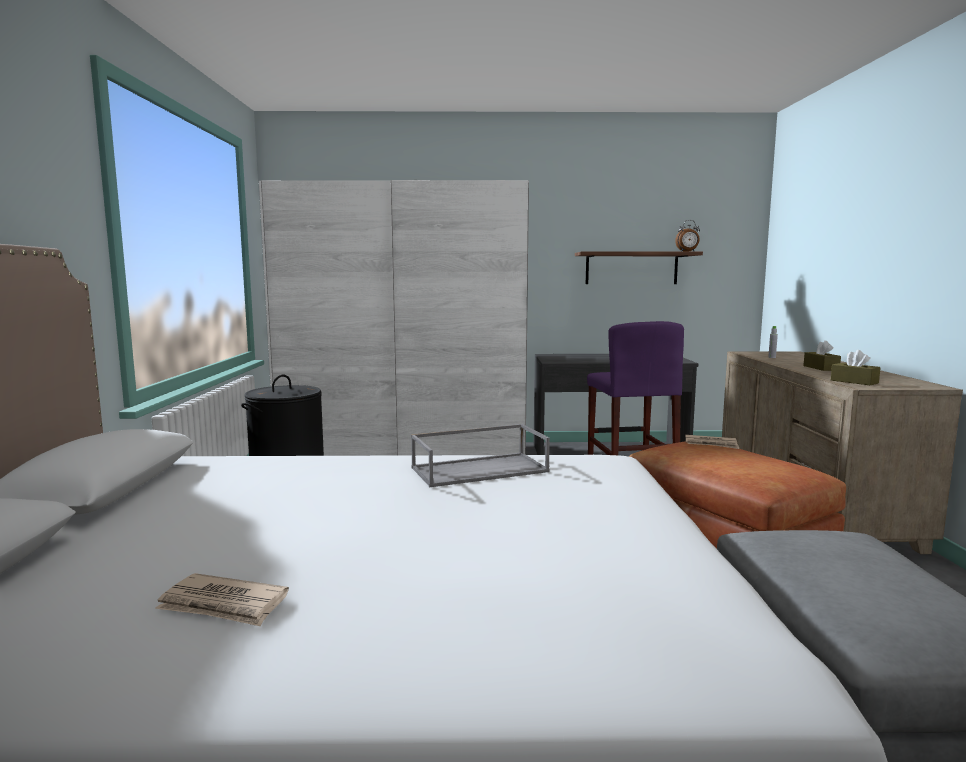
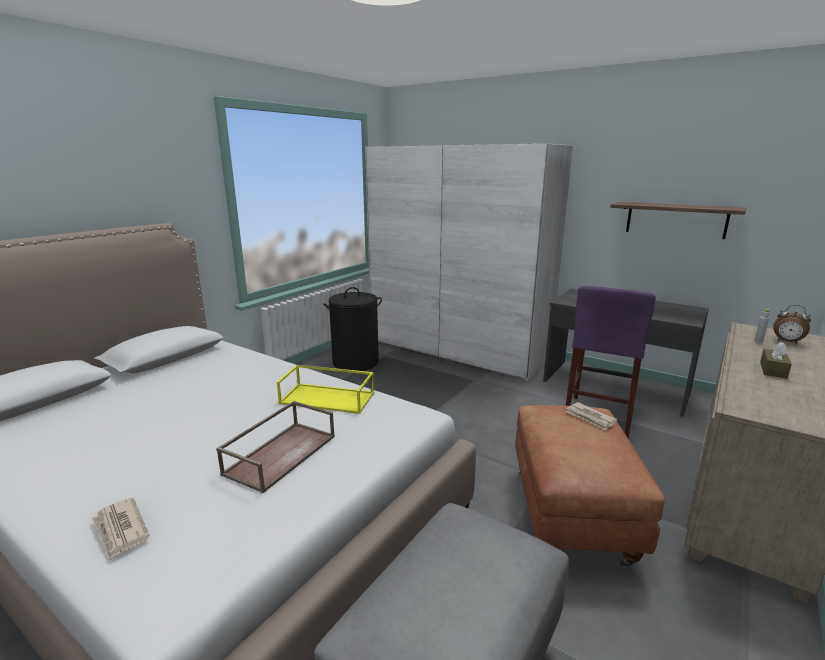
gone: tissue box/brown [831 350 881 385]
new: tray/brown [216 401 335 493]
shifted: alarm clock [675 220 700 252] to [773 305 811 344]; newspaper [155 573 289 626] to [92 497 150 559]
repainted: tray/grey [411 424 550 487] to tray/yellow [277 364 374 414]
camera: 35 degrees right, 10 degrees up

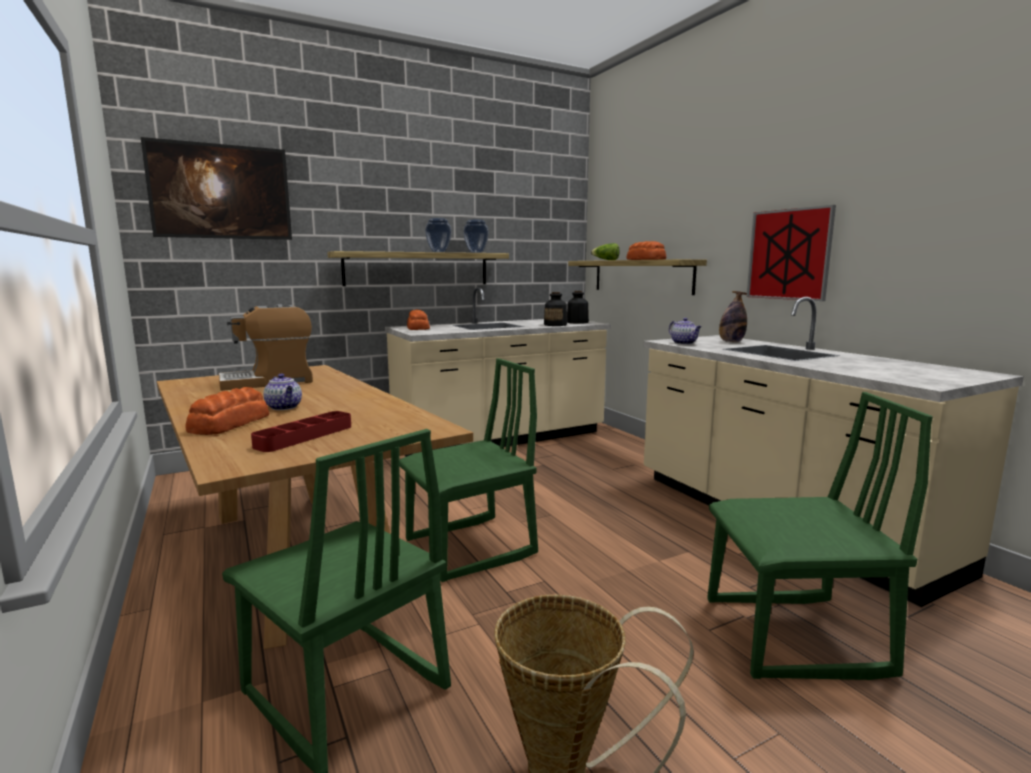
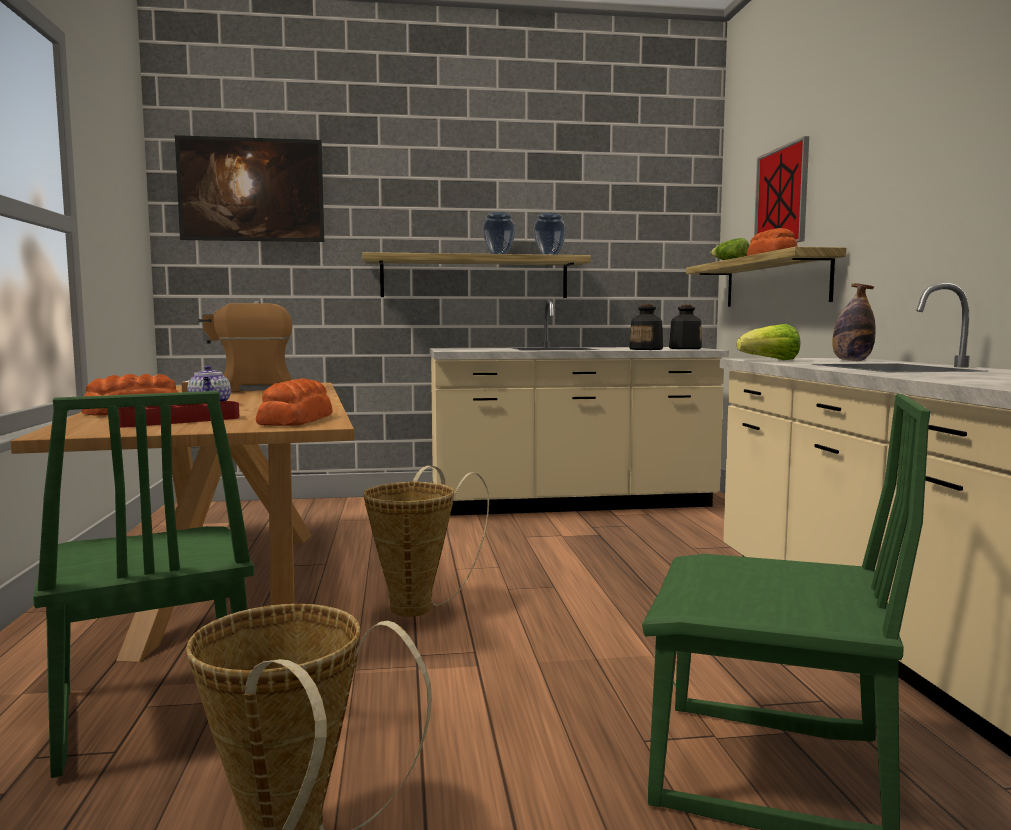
shifted: picture [746 205 836 301] to [754 136 809 242]; bread [407 310 430 330] to [256 378 333 426]
swapped: teapot [669 318 702 345] to lettuce [737 324 800 360]; chair/green [400 358 538 582] to basket [363 466 489 617]
camera: 20 degrees right, 5 degrees down

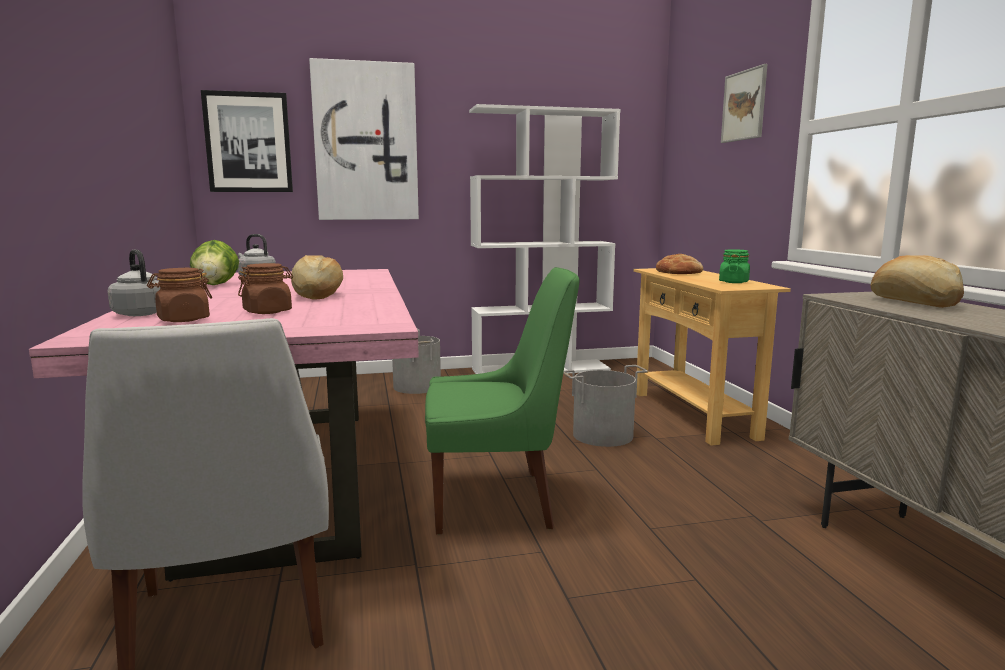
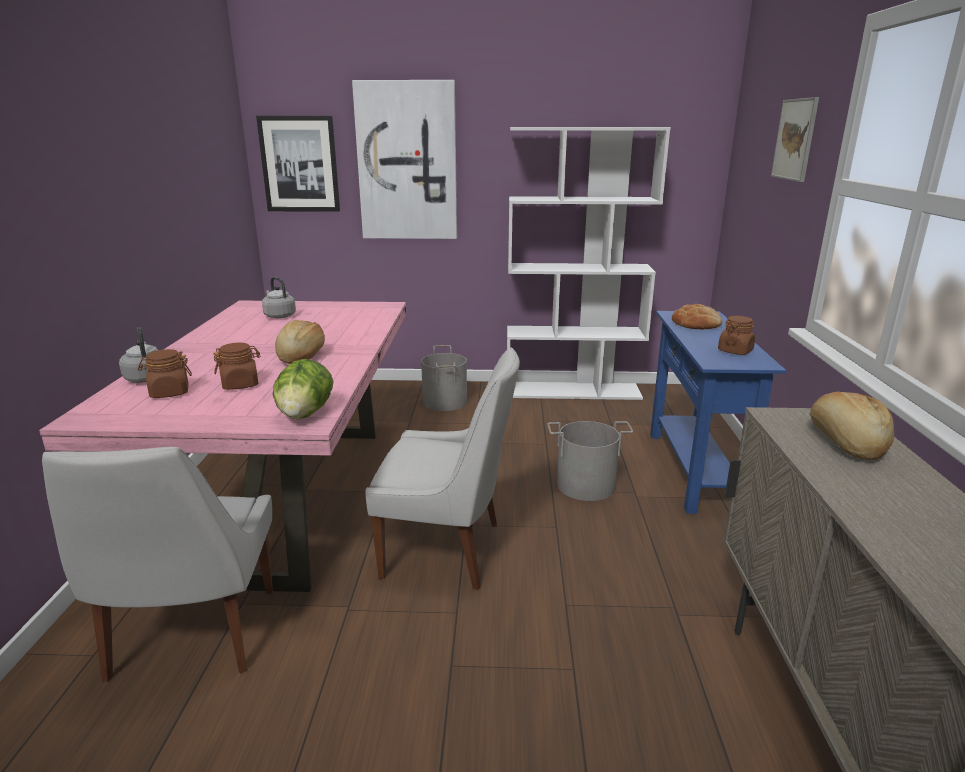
shifted: lettuce [190 240 239 285] to [273 359 334 419]
repainted: jar/green [719 249 750 283] to jar/brown [718 316 755 355]; chair/green [425 267 580 535] to chair/white [365 347 520 590]; console table/beige [633 268 791 446] to console table/blue [650 311 787 514]
camera: 15 degrees right, 10 degrees up

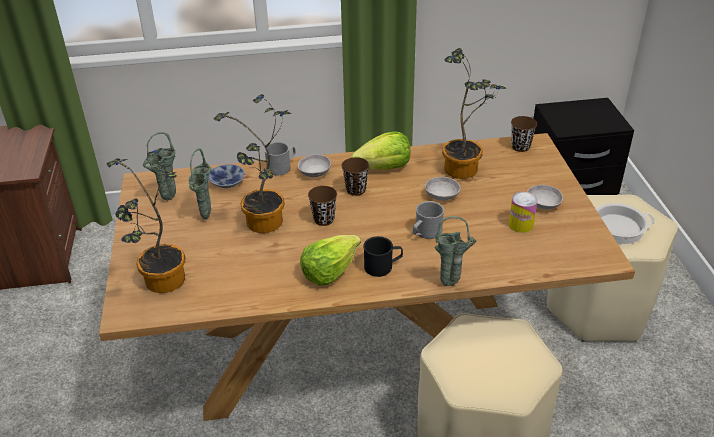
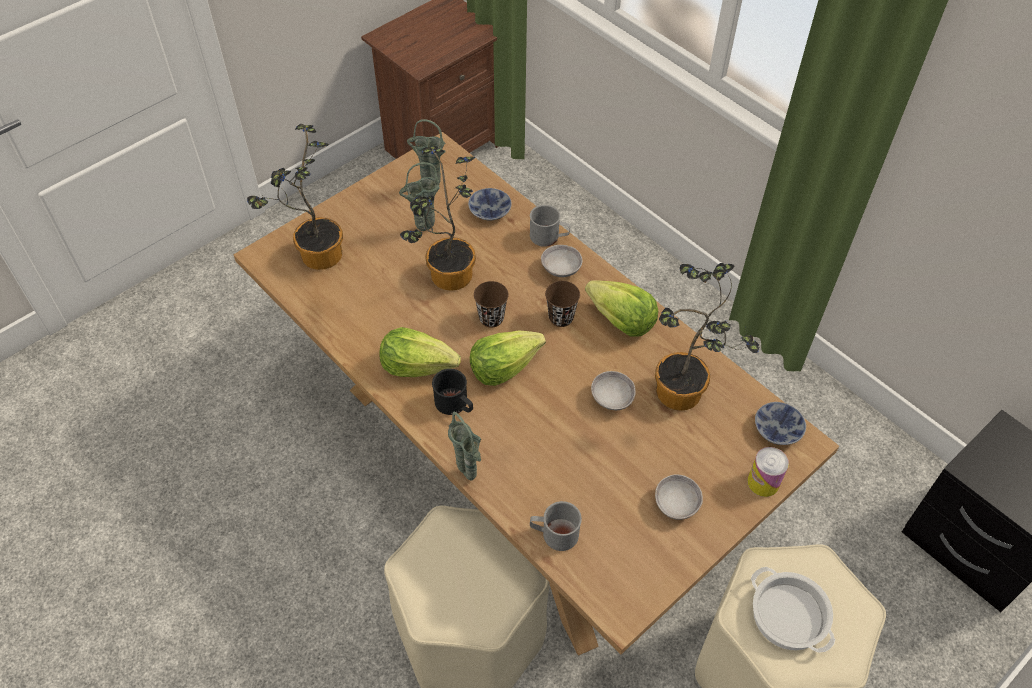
new: lettuce [470 330 546 386]
shifted: can [509 192 538 233] to [747 447 789 497]; mug/grey [413 201 444 239] to [530 501 582 551]
swapped: cup/brown [511 116 537 152] to bowl [755 402 806 445]
camera: 55 degrees right, 15 degrees up

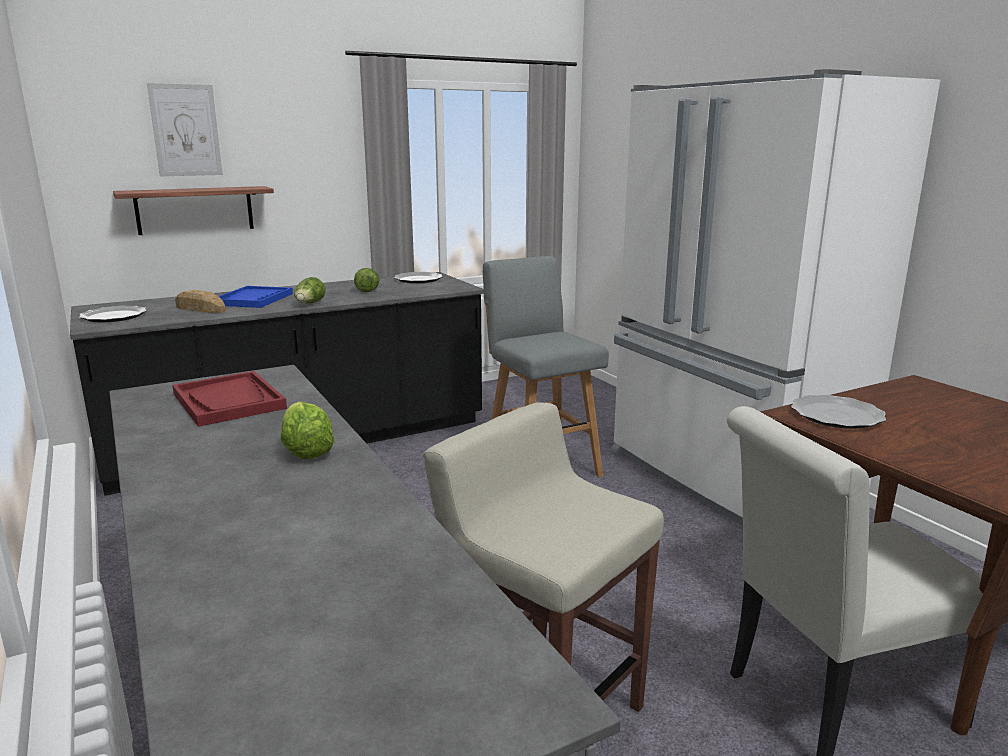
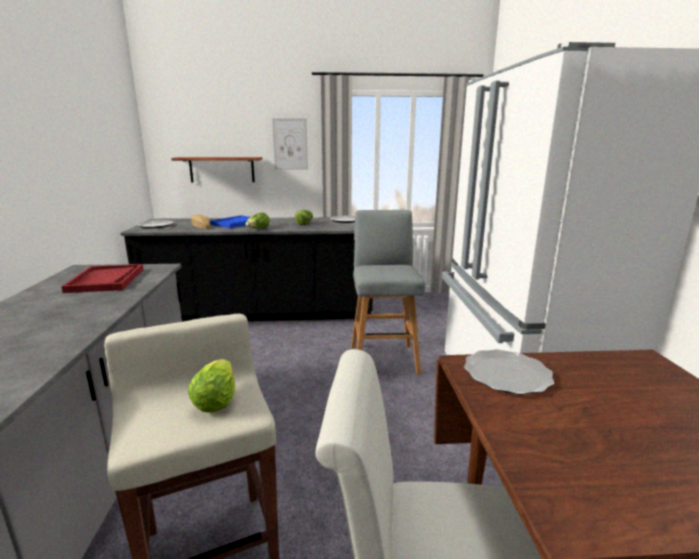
shifted: picture [147 83 223 176] to [272 118 308 170]; lettuce [281 402 335 459] to [188 359 235 413]
camera: 25 degrees right, 0 degrees up

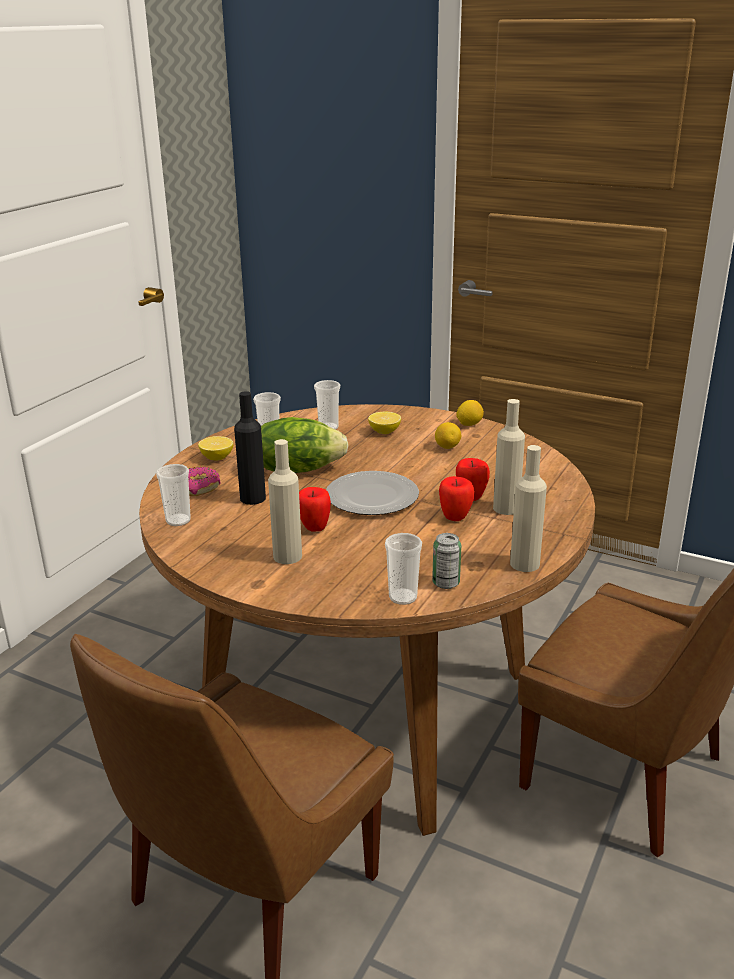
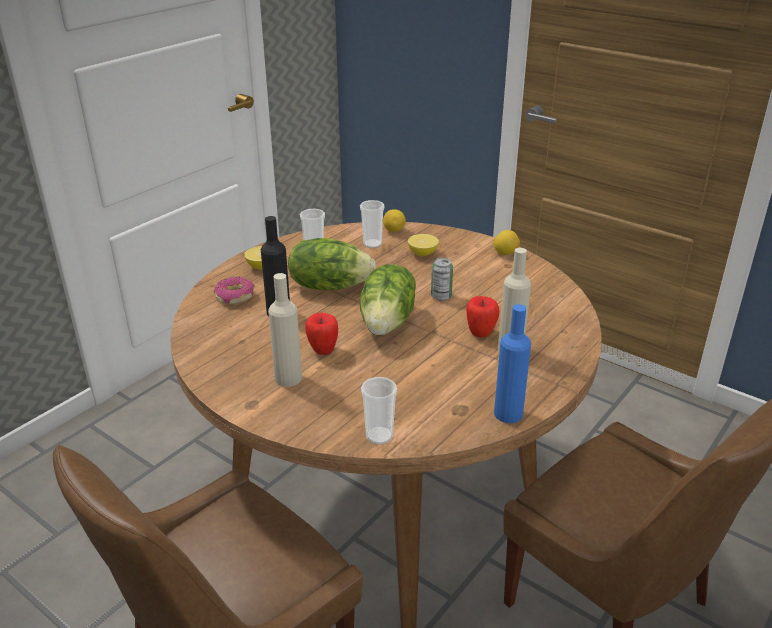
gone: cup [156 464 191 526]; apple [439 476 475 521]
shifted: lemon [435 422 461 449] to [383 209 406 232]; can [432 533 461 589] to [431 258 453 301]
swapped: plate [326 471 419 515] to lettuce [360 264 416 336]
repainted: bottle/beige [510 445 547 572] to bottle/blue [494 304 531 423]
camera: 10 degrees right, 5 degrees up

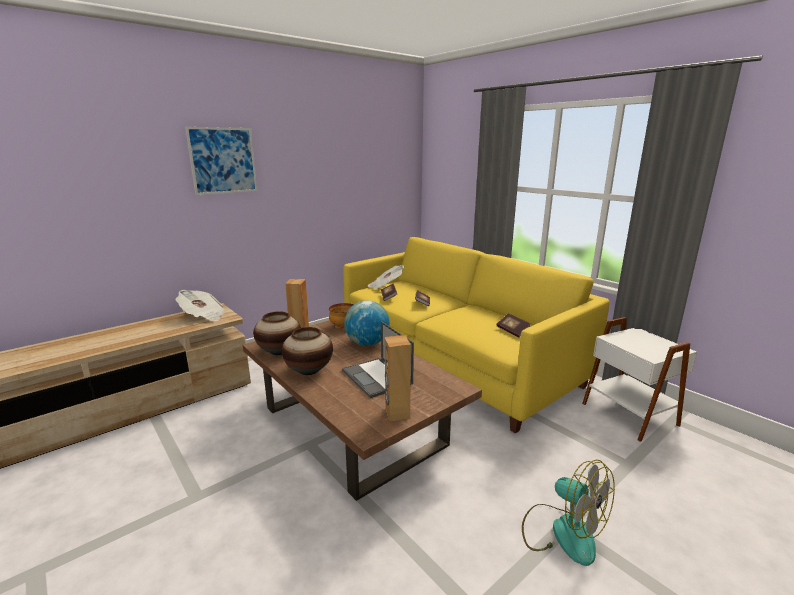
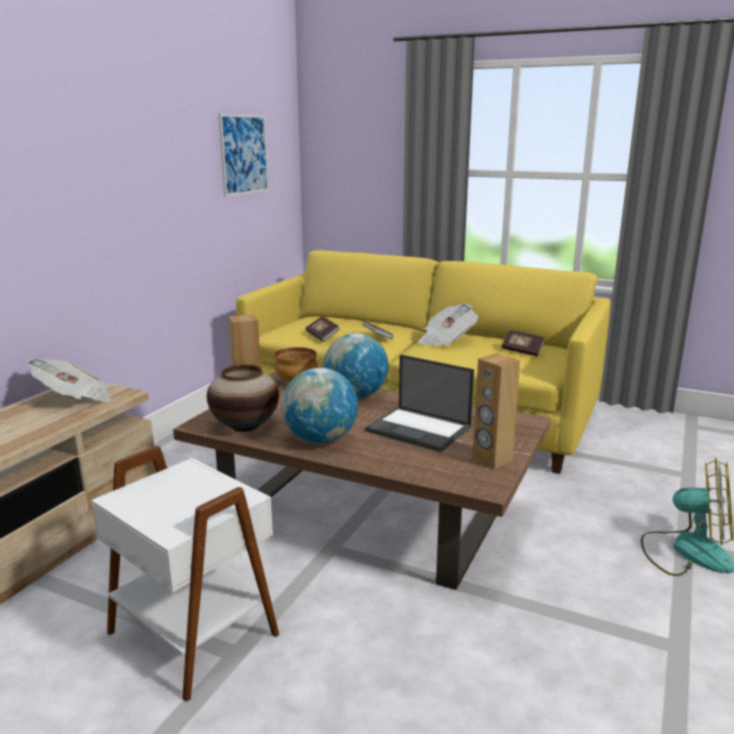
shifted: picture [185 127 257 195] to [219 114 269 197]; newspaper [368 265 404 289] to [419 304 478 346]; side table/white [582 317 697 442] to [91 446 279 701]
swapped: vase [282 327 333 375] to globe [282 368 358 444]
camera: 25 degrees left, 0 degrees up

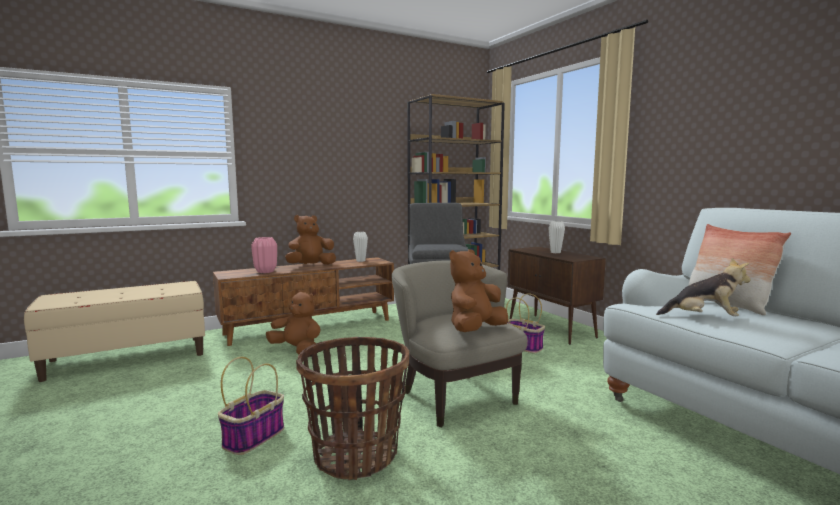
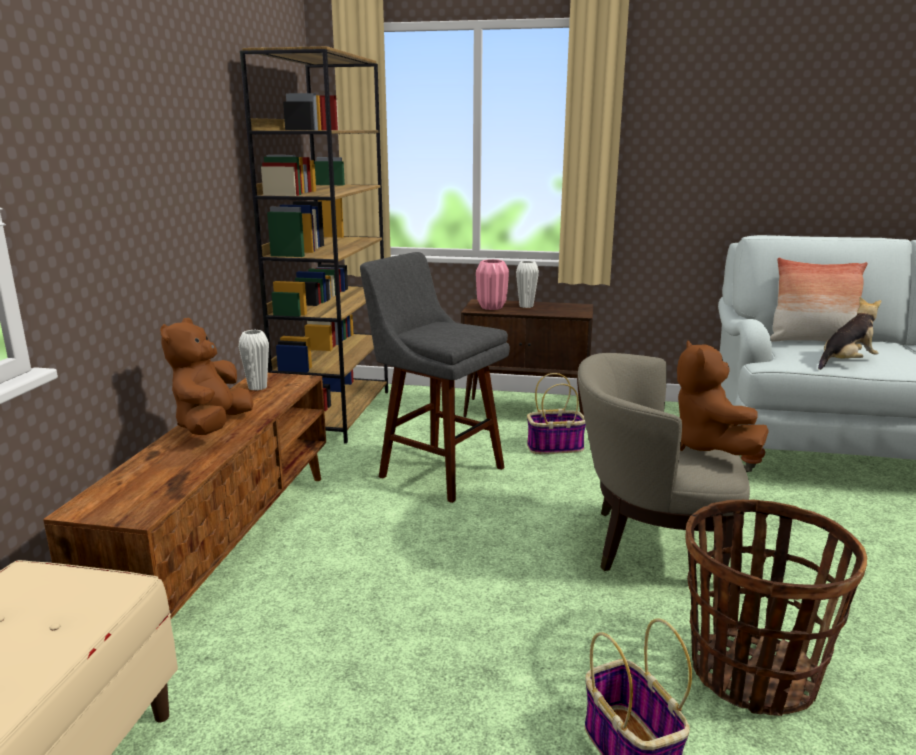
gone: plush toy/brown [266 290 321 354]
shifted: vase/pink [251 237 277 273] to [476 259 509 310]
camera: 50 degrees left, 10 degrees up

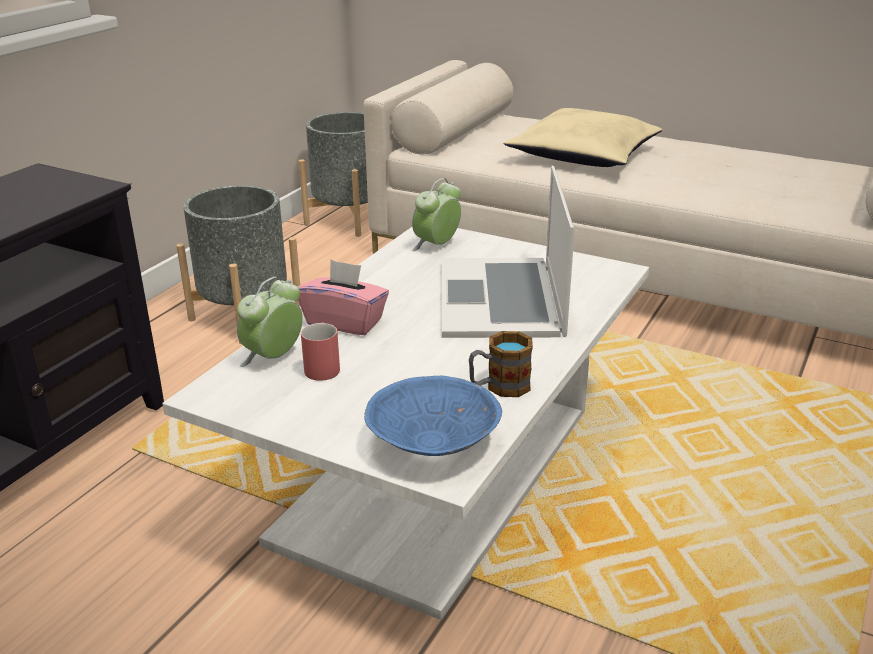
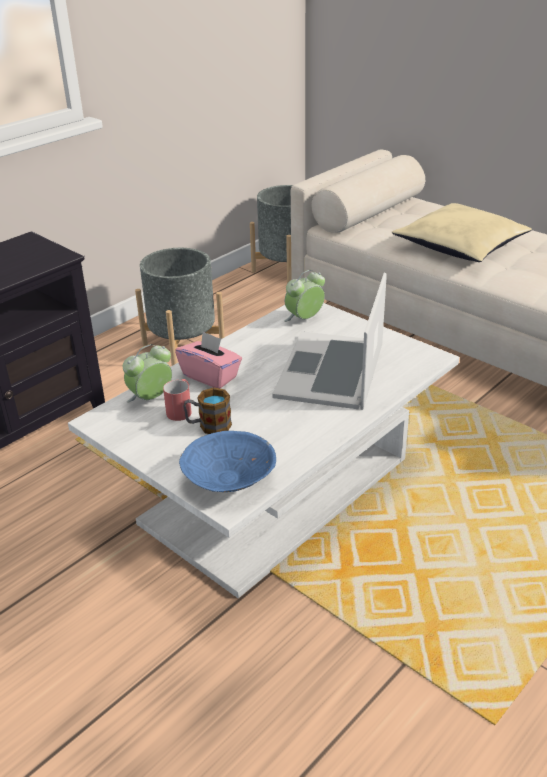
shifted: mug [469 331 533 397] to [183 387 232 434]
camera: 15 degrees right, 5 degrees up

